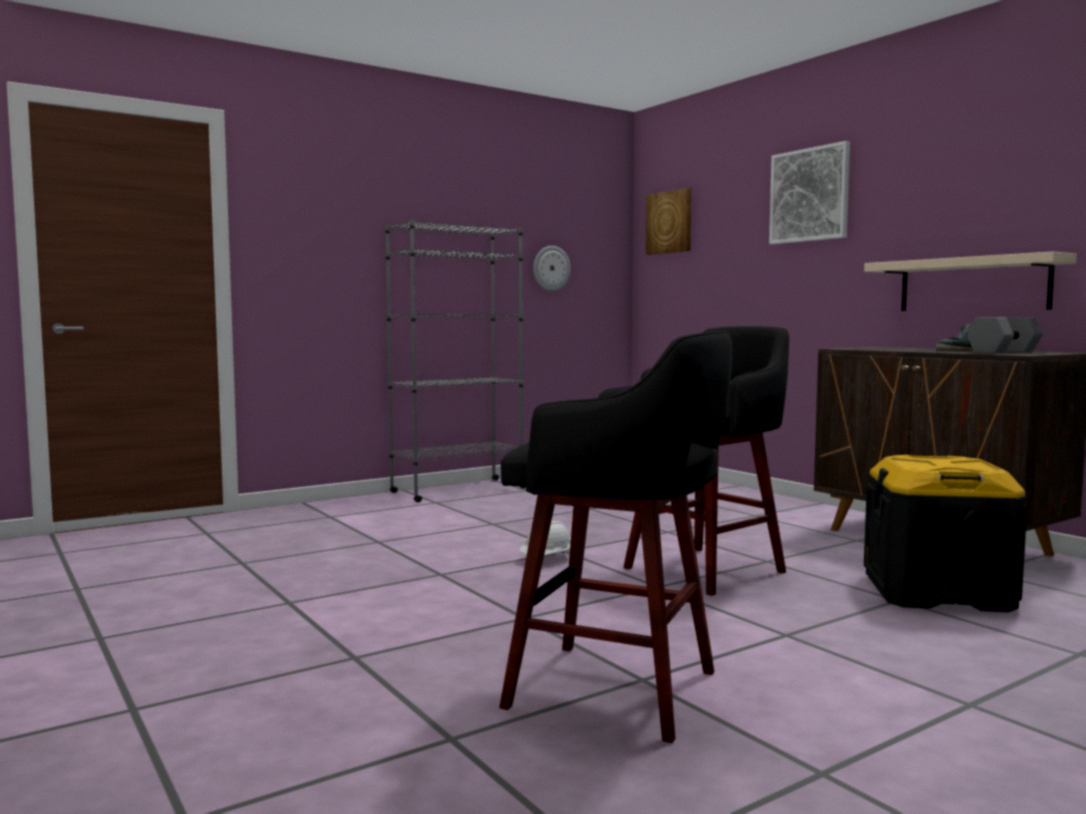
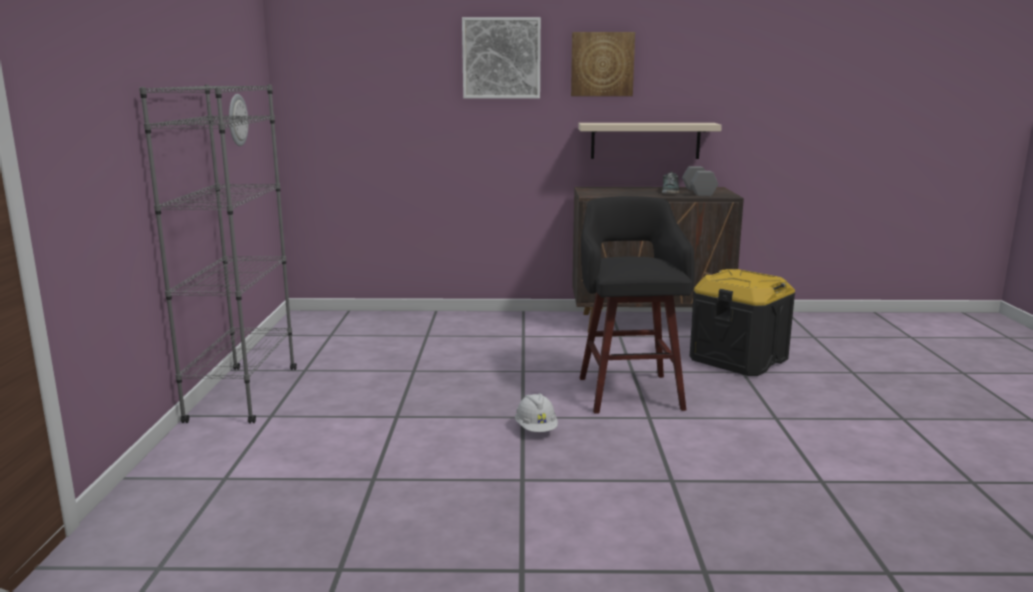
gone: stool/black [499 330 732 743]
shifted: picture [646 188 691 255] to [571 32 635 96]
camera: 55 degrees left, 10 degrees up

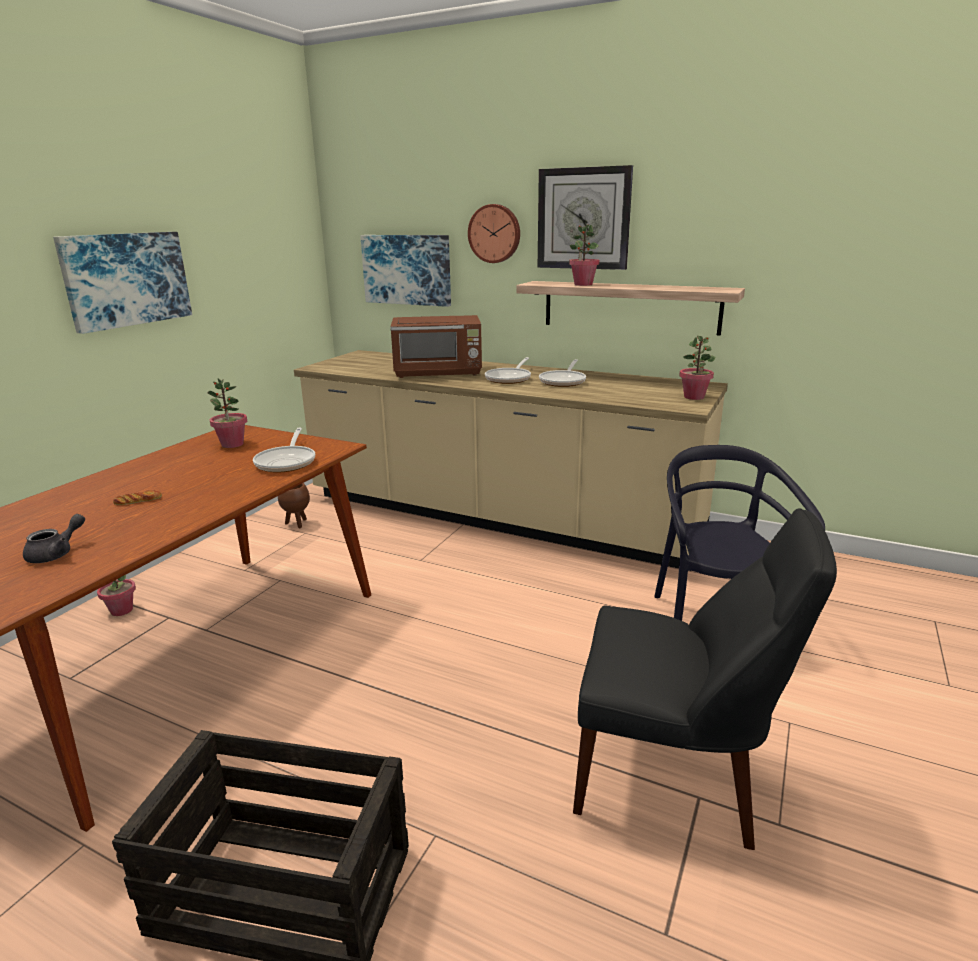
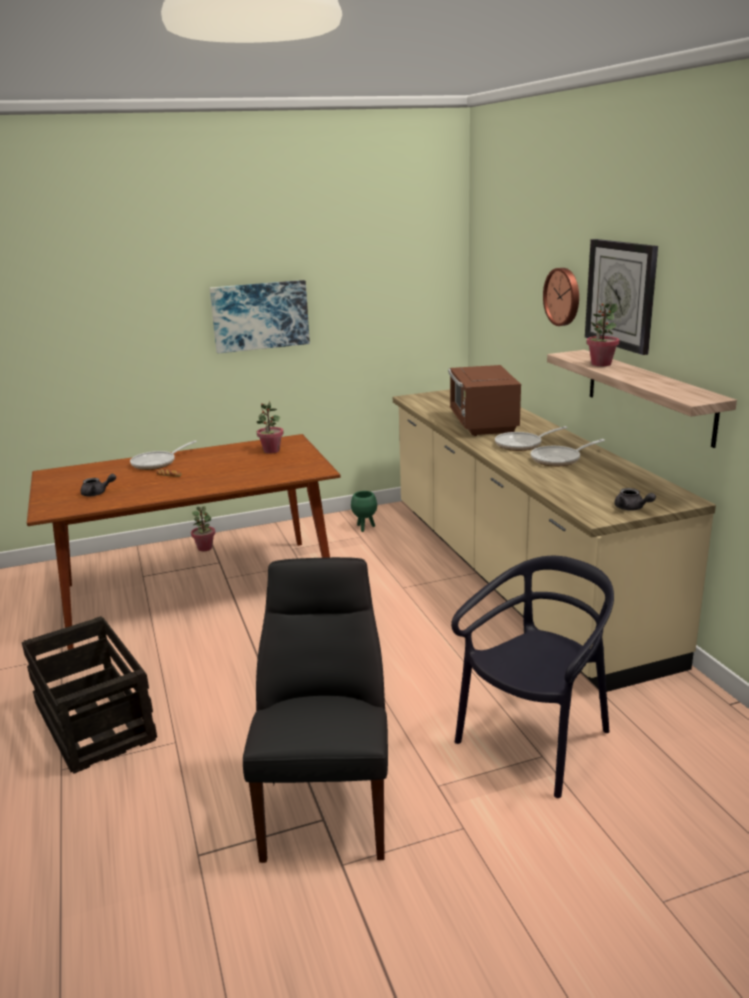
gone: picture [360 235 451 307]
shifted: frying pan [253 427 315 473] to [130 440 197 470]
swapped: potted plant [679 335 715 400] to teapot/grey [614 488 656 511]
repainted: planter/brown [278 483 310 528] to planter/green [351 491 377 532]
rotated: microwave/brown [390 315 482 378] = [448 365 521 436] 45 degrees clockwise; chair/black [573 508 837 850] = [243 557 388 863] 150 degrees counterclockwise
camera: 45 degrees right, 0 degrees up

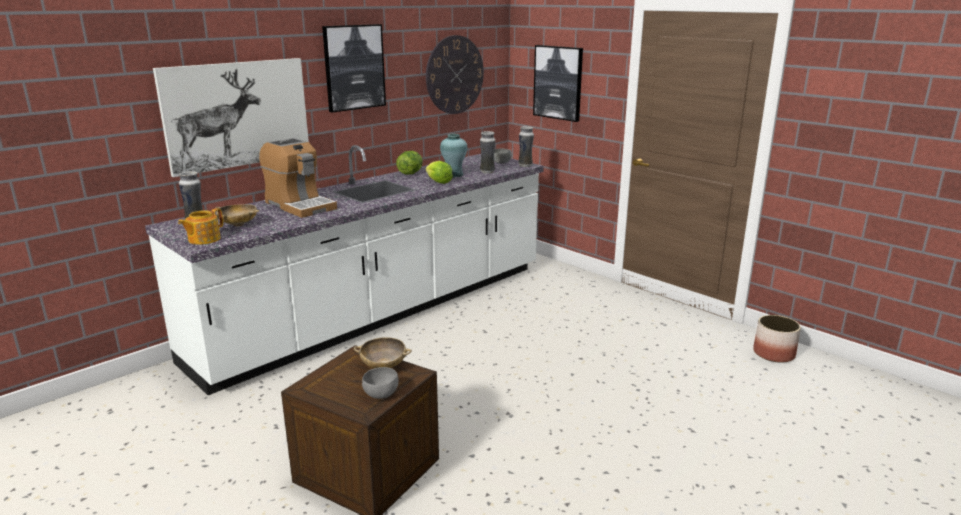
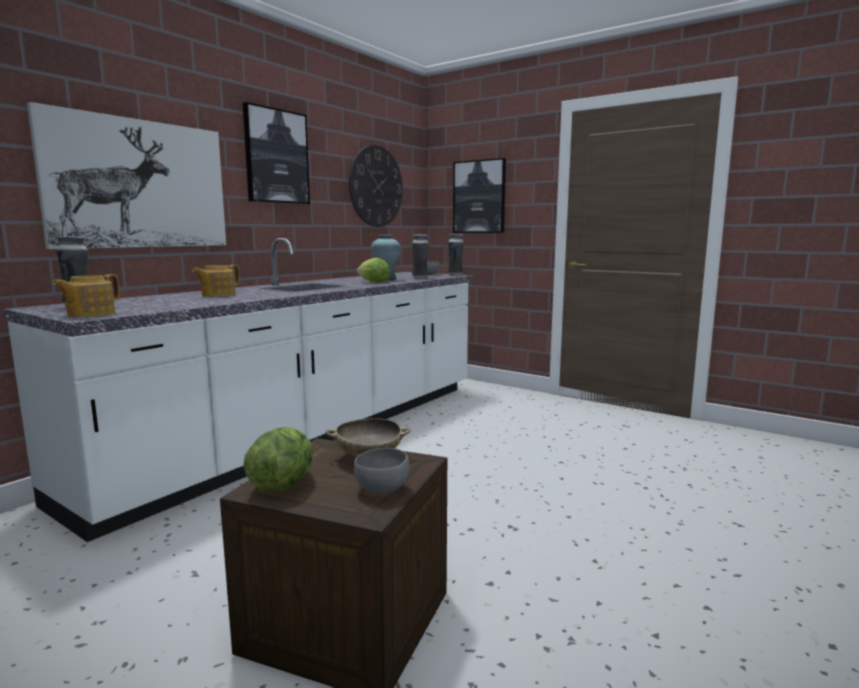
gone: bowl/beige [216 204 259 226]; planter [753 315 801 363]
shifted: lettuce [396 151 423 175] to [243 427 313 492]
swapped: coffee machine [259 138 337 218] to teapot [192 265 240 297]
camera: 10 degrees left, 10 degrees down

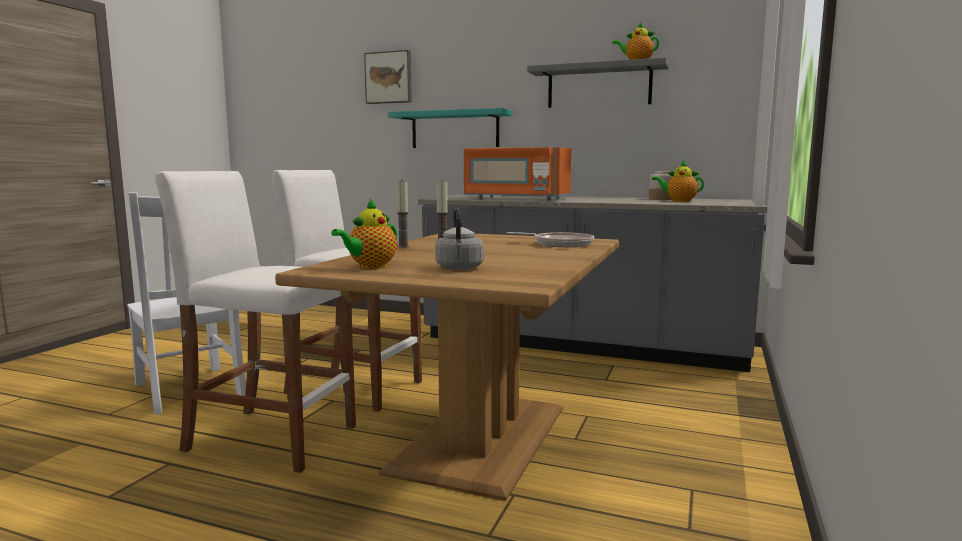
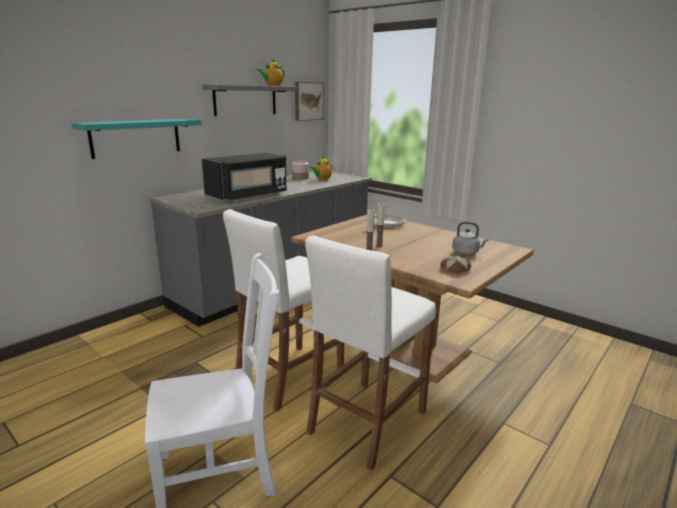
shifted: picture [364 50 412 104] to [295 82 324 121]
swapped: teapot [331 199 397 269] to bread [440 256 471 274]
repainted: microwave/orange [464 147 571 201] to microwave/black [202 153 287 202]
camera: 70 degrees left, 10 degrees up

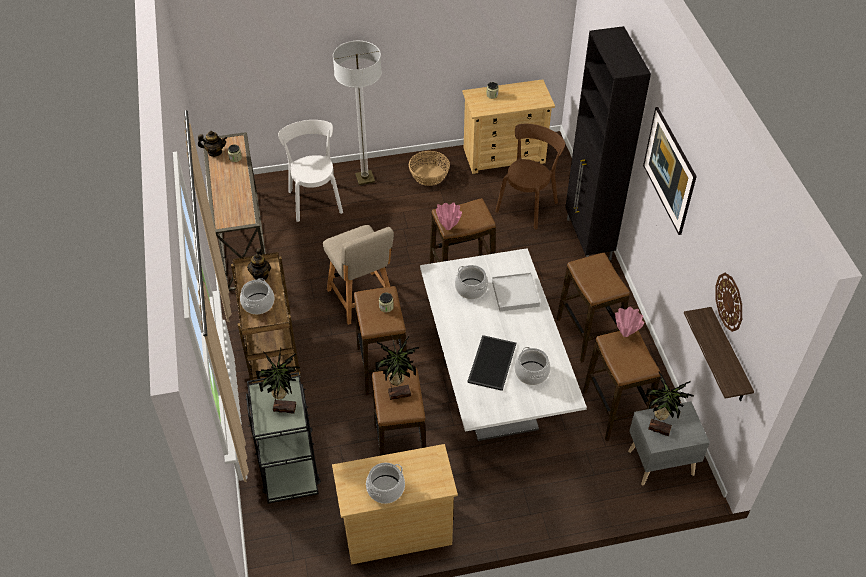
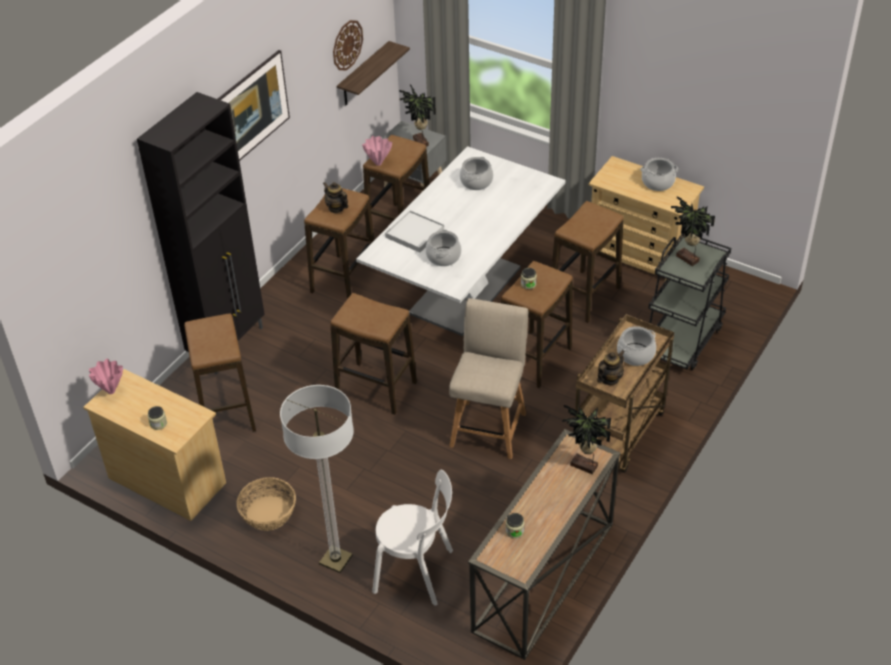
gone: tray [467 335 516 391]
shifted: teapot [198 131 227 157] to [323 182 348 213]; vase/pink [436 202 462 230] to [89 358 123 394]; potted plant [375 336 419 400] to [562 405 611 474]
swapped: chair/brown [495 124 565 229] to stool [184 313 256 432]
rotated: chair/white [278 120 343 222] = [372 470 453 606] 105 degrees counterclockwise
camera: 135 degrees left, 5 degrees down

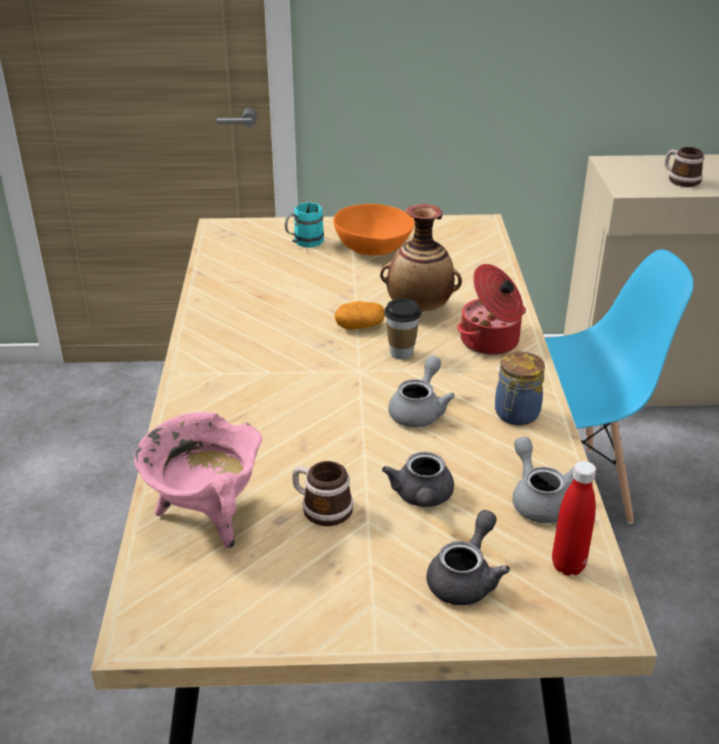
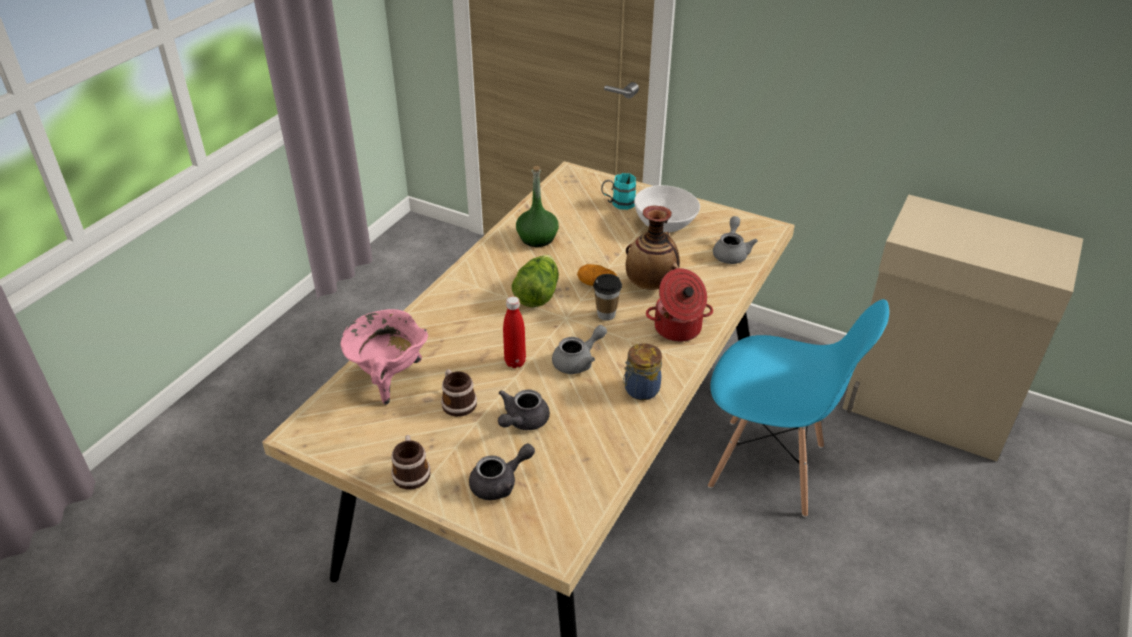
new: bottle/green [516 166 559 247]; lettuce [512 254 559 307]
shifted: mug [665 147 704 187] to [391 435 431 489]; teapot/grey [512 437 574 523] to [713 216 758 264]; bottle/red [552 461 596 576] to [503 296 526 368]
repainted: bowl/orange [333 204 415 255] to bowl/white [634 185 700 232]
camera: 30 degrees right, 5 degrees up

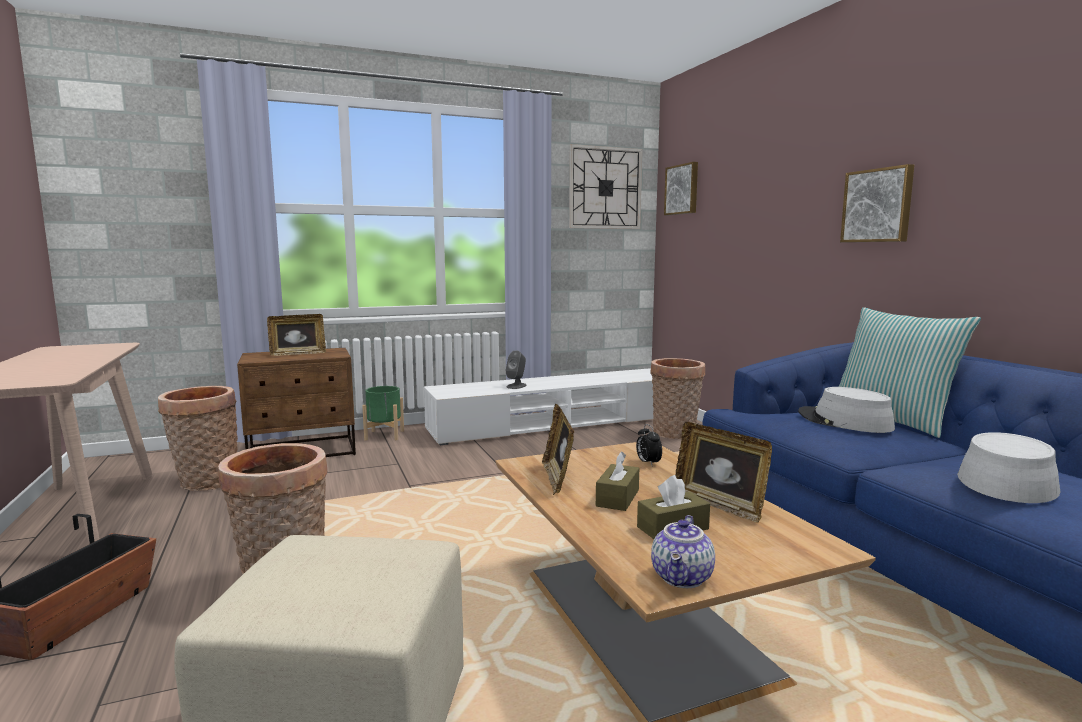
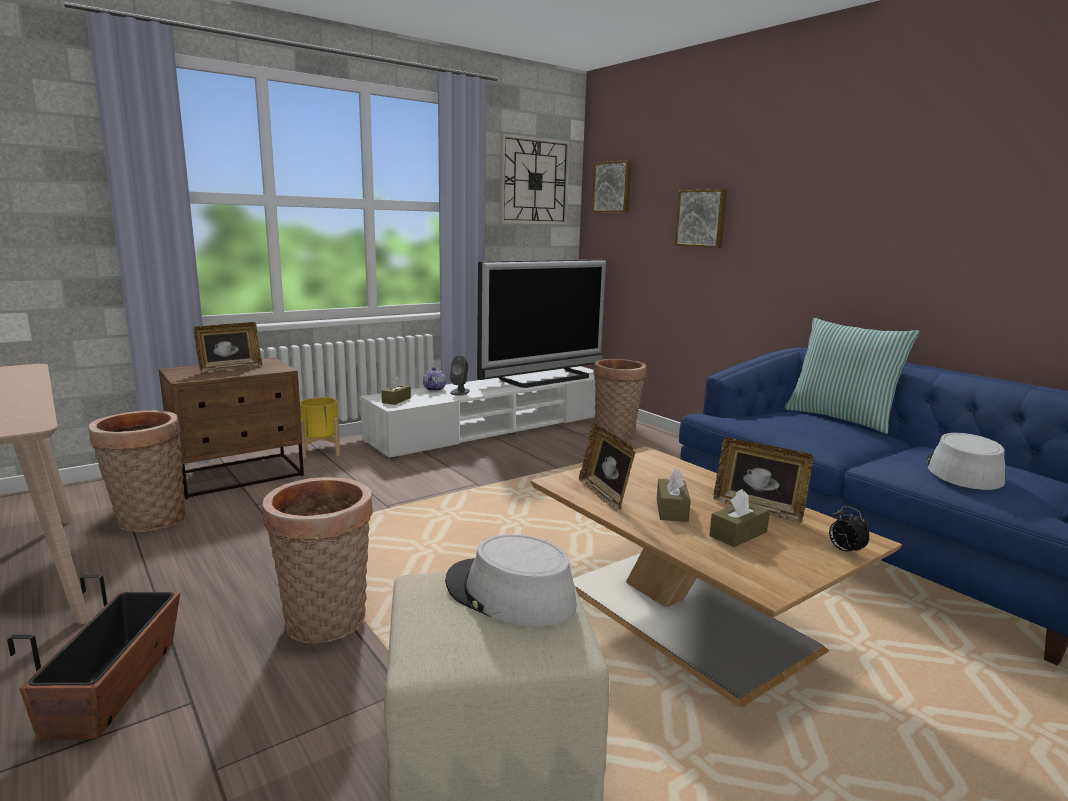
new: television [477 259 606 388]; tissue box/brown [381 376 411 405]
shifted: picture [840 164 914 242] to [675 189 727 248]; hat/grey [798 387 895 433] to [445 534 577 626]; alarm clock [636 424 662 465] to [829 506 870 556]; teapot [651 515 715 588] to [423 368 446 391]
repainted: planter/green [362 386 404 441] to planter/yellow [300 397 340 459]
camera: 15 degrees left, 5 degrees up

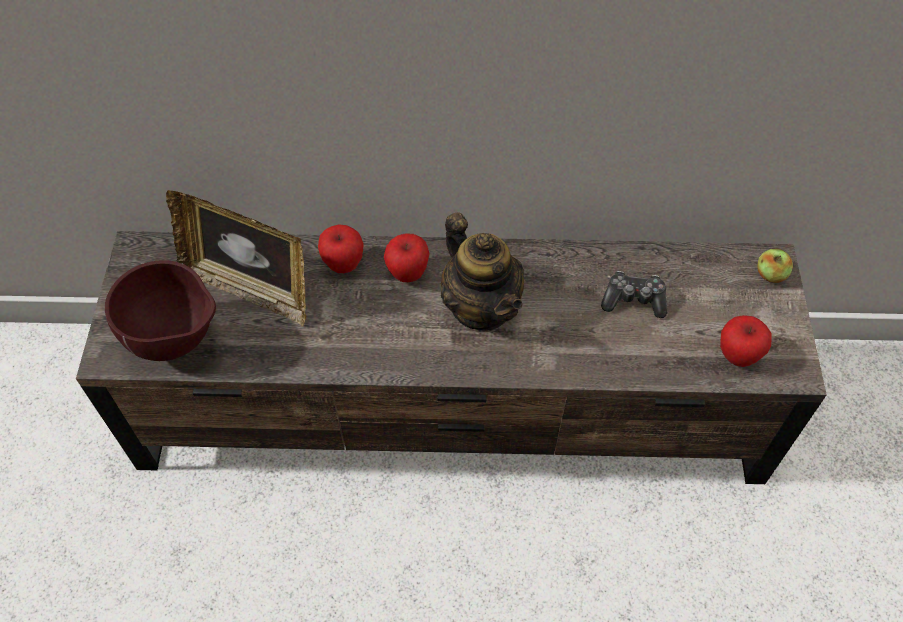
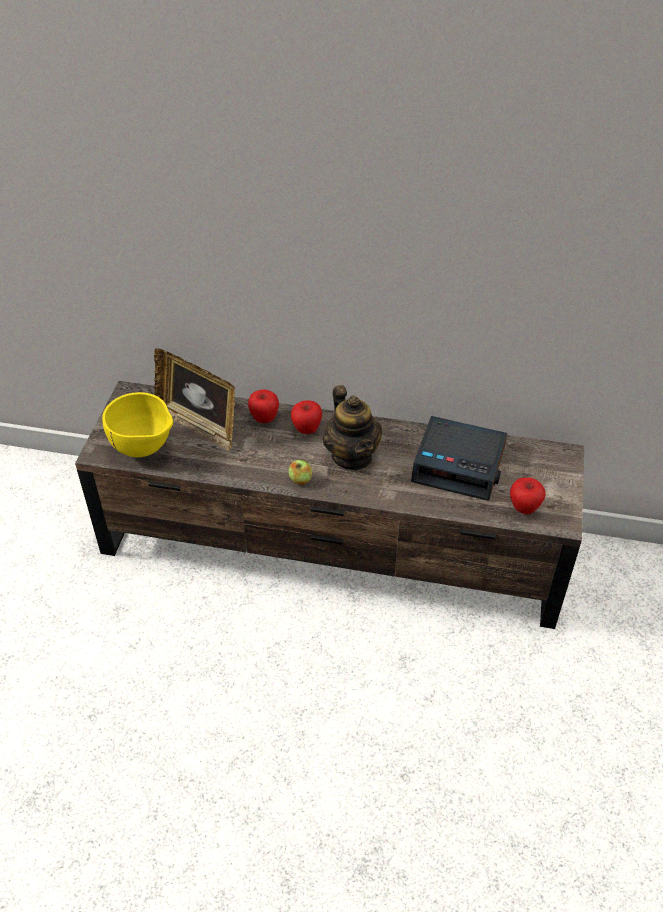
shifted: apple [757 248 793 283] to [288 460 312 485]
swapped: game controller [601 271 667 318] to alarm clock [411 416 507 501]
repainted: bowl/brown [105 260 216 361] to bowl/yellow [102 392 173 457]
camera: 10 degrees right, 10 degrees down

